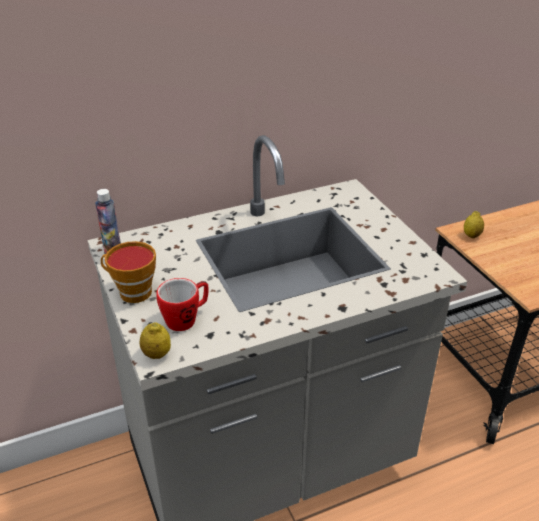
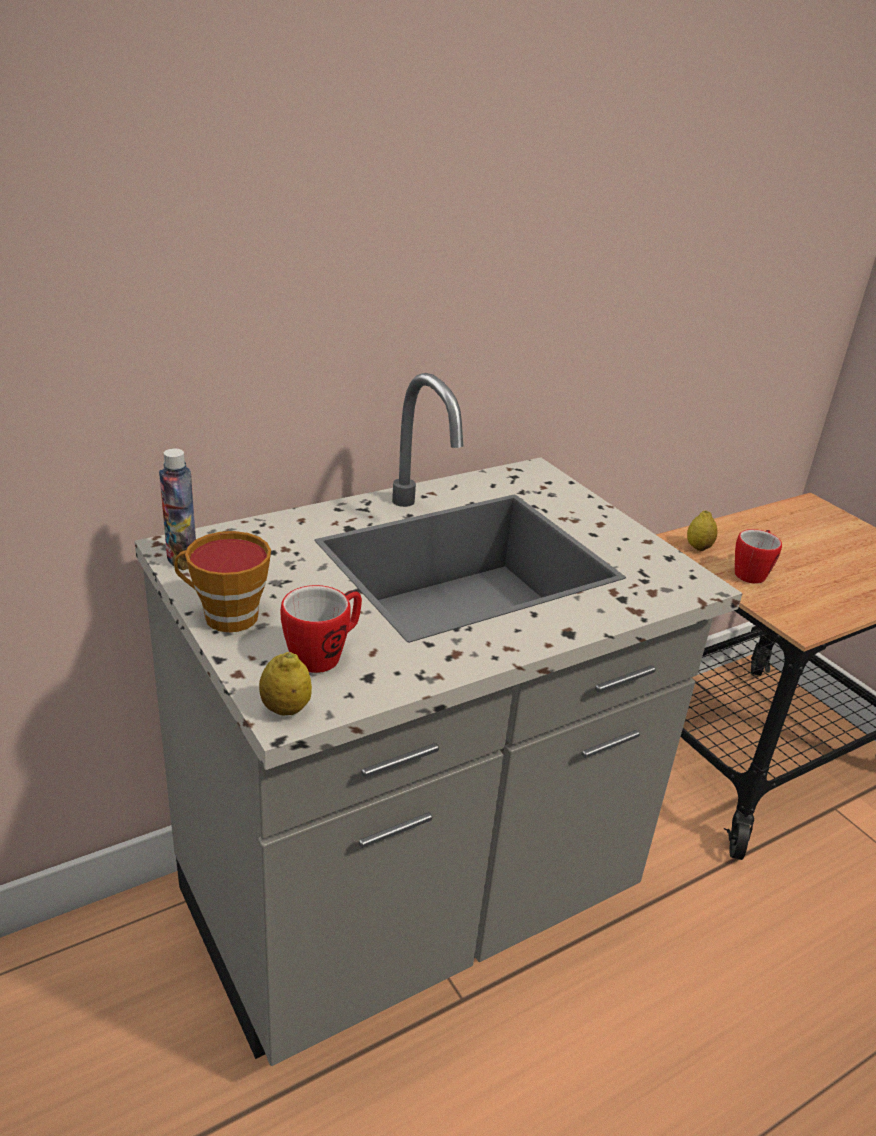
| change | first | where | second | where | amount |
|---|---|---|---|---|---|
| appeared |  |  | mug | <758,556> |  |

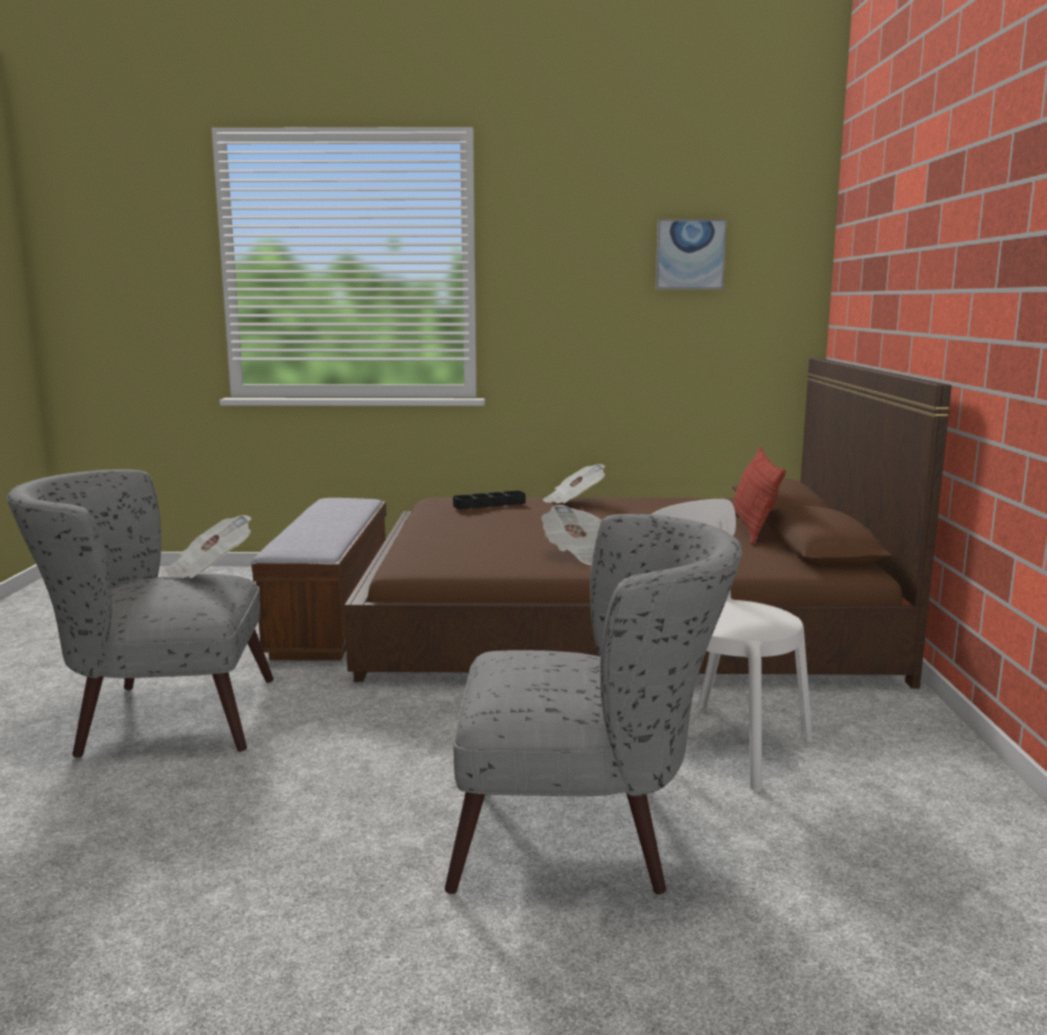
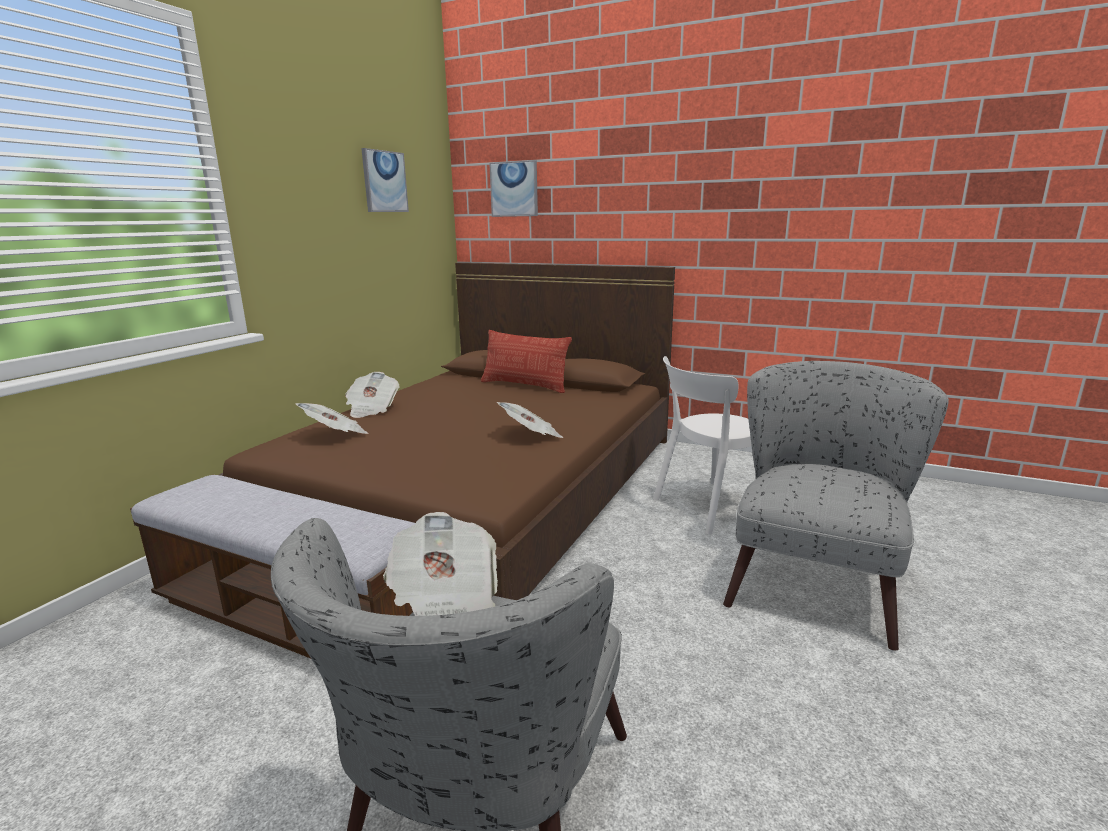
| change | first | where | second | where | amount |
|---|---|---|---|---|---|
| exchanged | tray (black) | <489,500> | newspaper | <332,418> |  |
| appeared |  |  | picture | <513,188> |  |

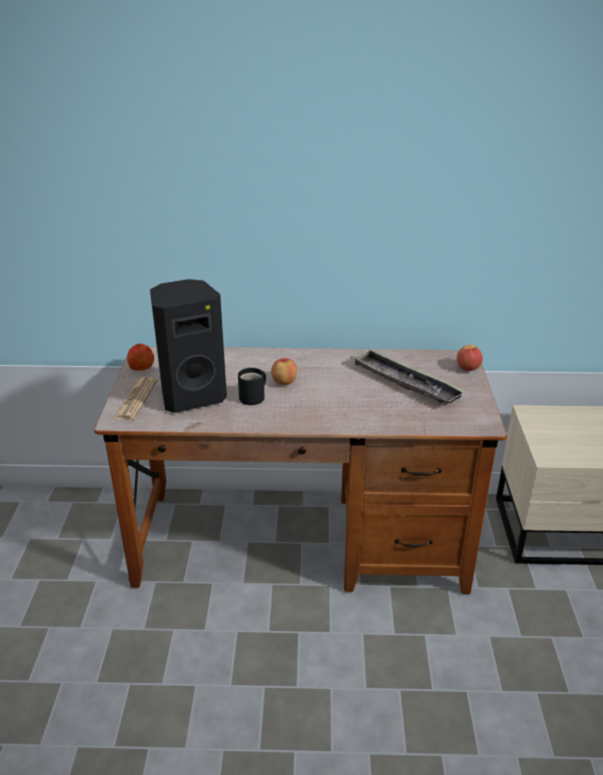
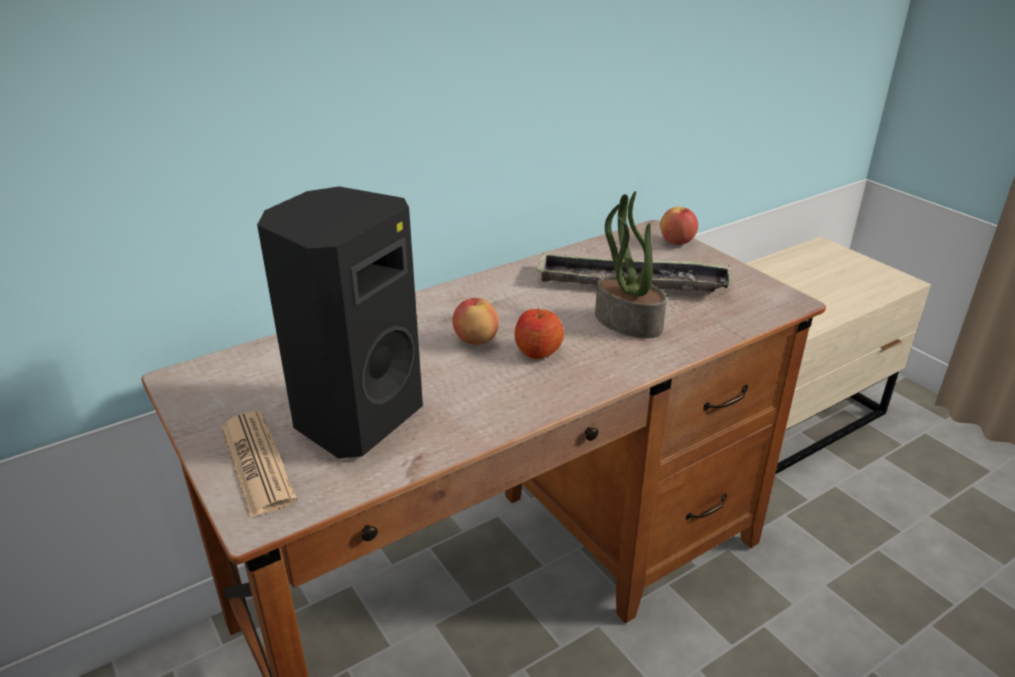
| change | first | where | second | where | amount |
|---|---|---|---|---|---|
| relocated | apple | <140,357> |  | <539,333> |  |
| missing | mug (black) | <252,386> |  |  |  |
| appeared |  |  | potted plant | <631,264> |  |

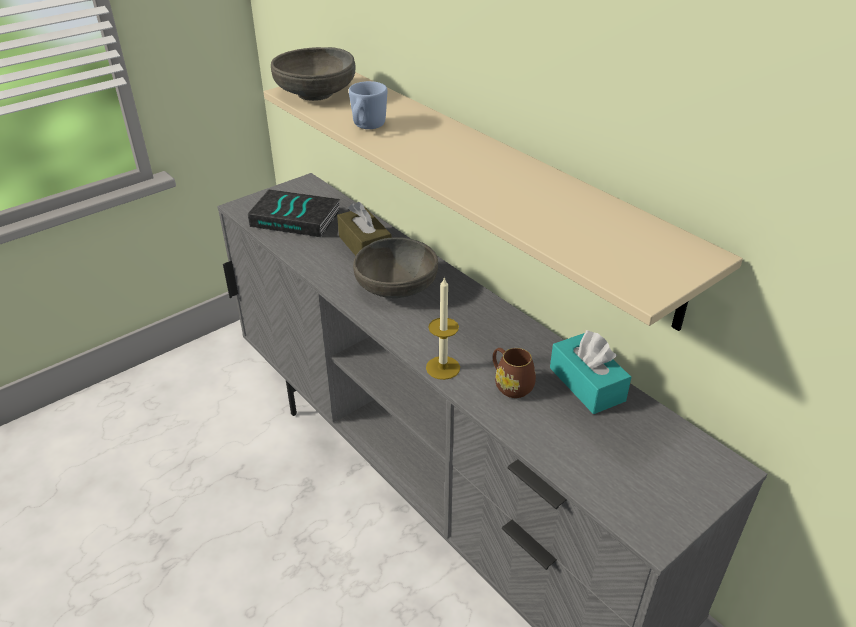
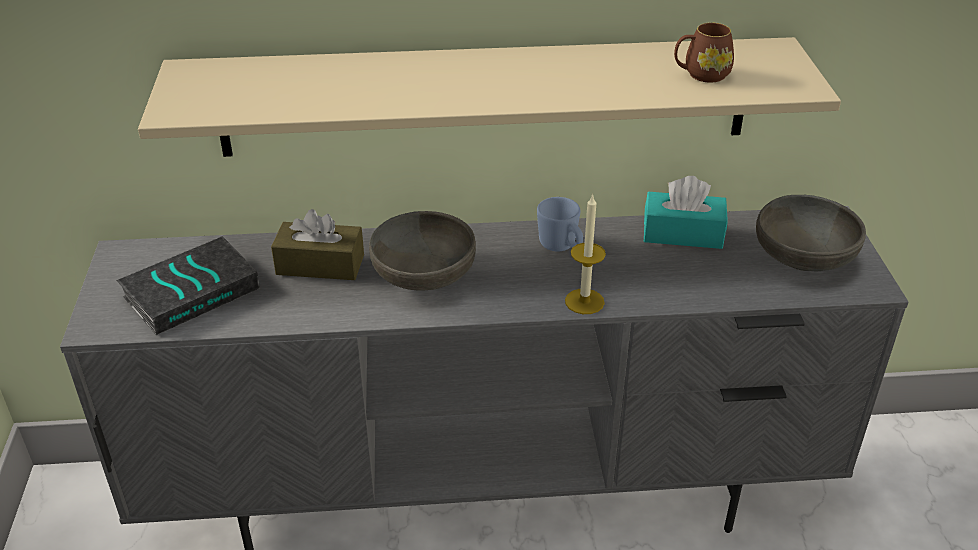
| change | first | where | second | where | amount |
|---|---|---|---|---|---|
| relocated | bowl (grey) | <313,74> |  | <811,233> |  |
| relocated | mug (blue) | <368,105> |  | <560,224> |  |
| relocated | mug (brown) | <514,373> |  | <704,52> |  |

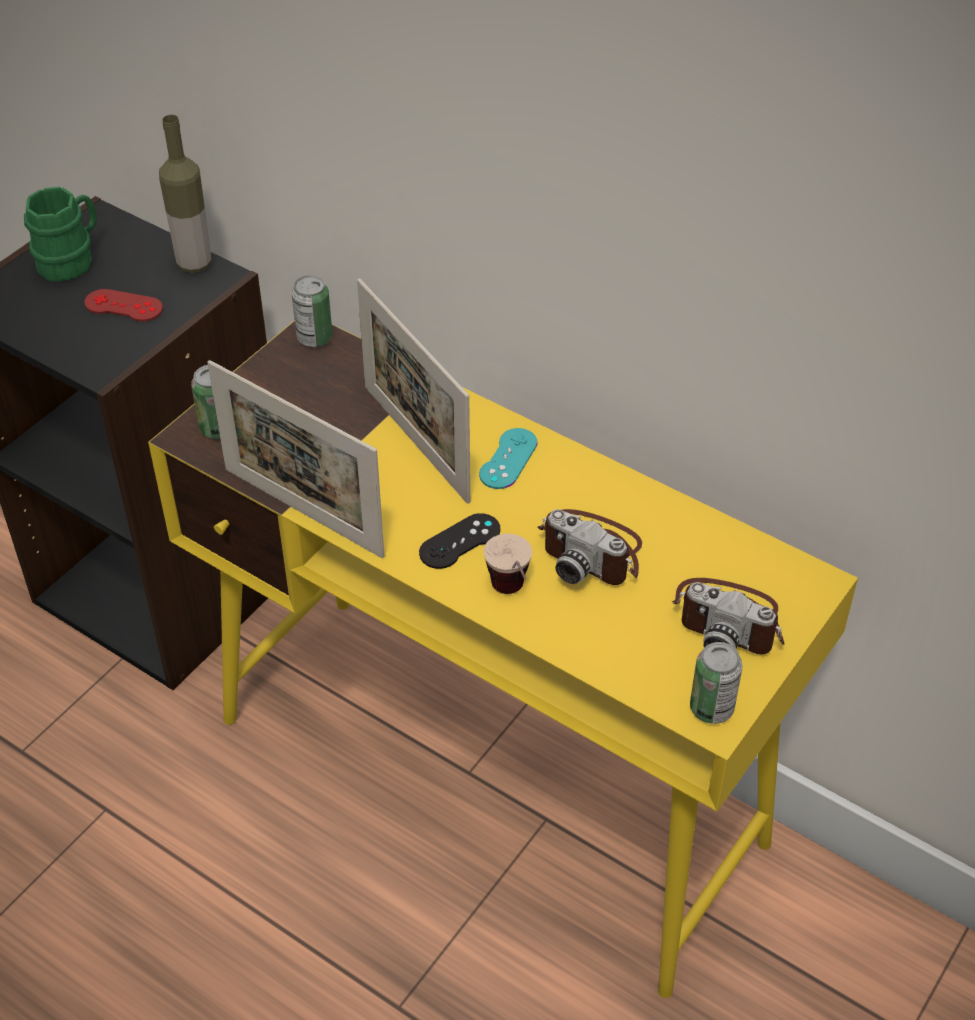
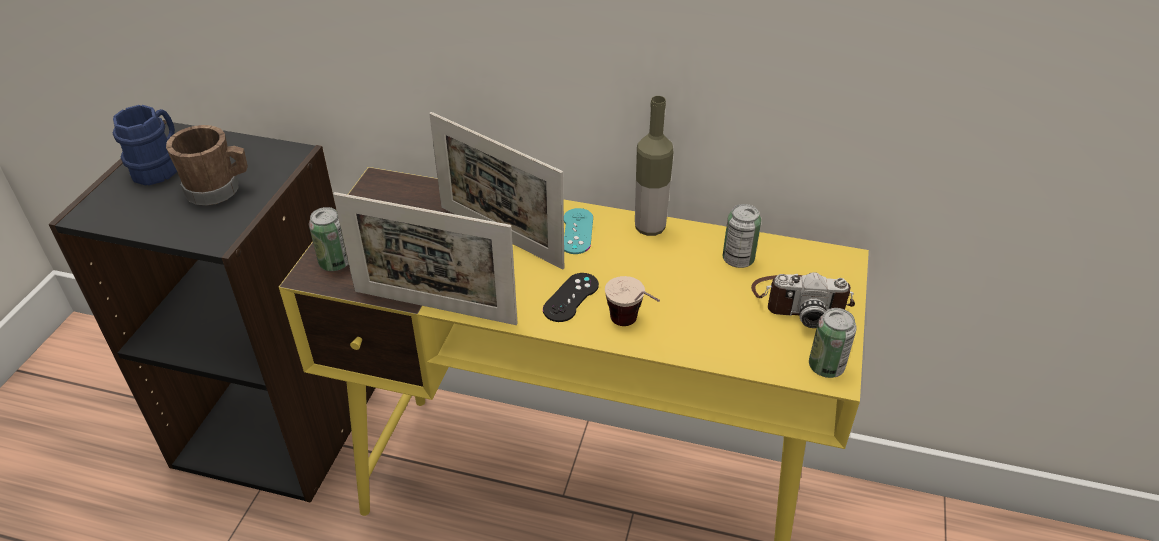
| change | first | where | second | where | amount |
|---|---|---|---|---|---|
| colour | mug (green) | <60,234> | mug (blue) | <145,145> |  |
| exchanged | game controller (red) | <123,305> | mug (brown) | <207,165> |  |
| relocated | bottle | <185,194> |  | <654,166> |  |
| relocated | can | <312,311> |  | <742,236> |  |
| missing | photo camera | <590,547> |  |  |  |

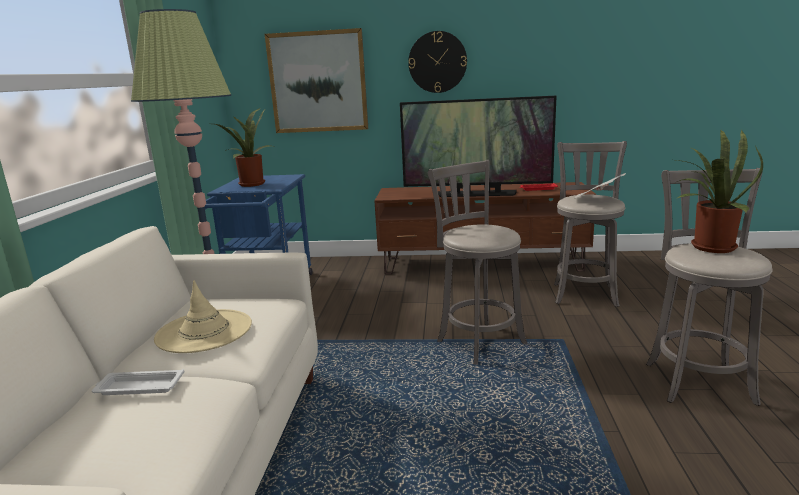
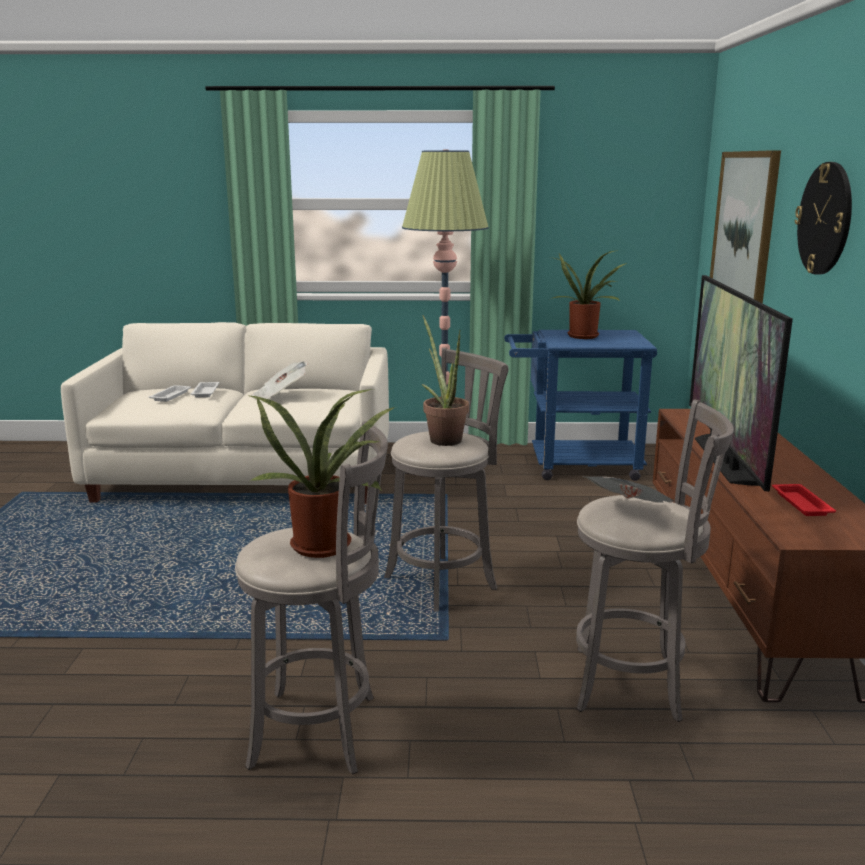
| change | first | where | second | where | amount |
|---|---|---|---|---|---|
| exchanged | hat (beige) | <203,316> | newspaper | <279,380> |  |
| appeared |  |  | tray (white) | <170,393> |  |
| appeared |  |  | potted plant | <445,380> |  |

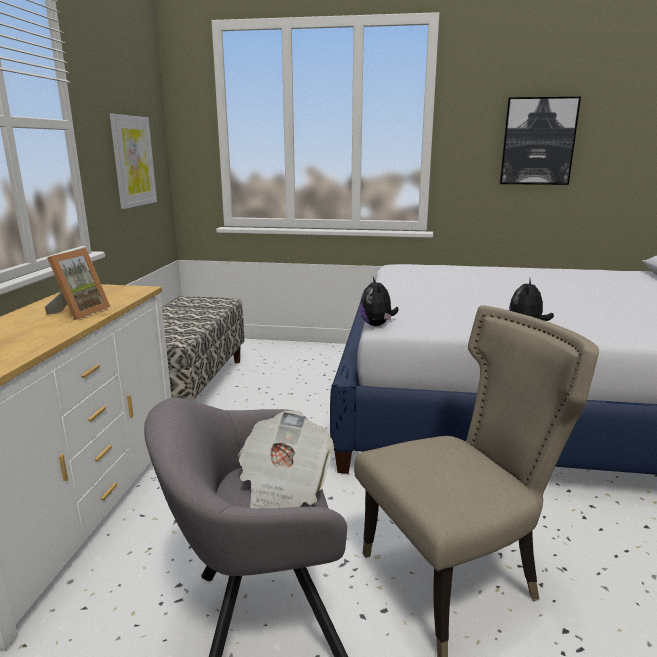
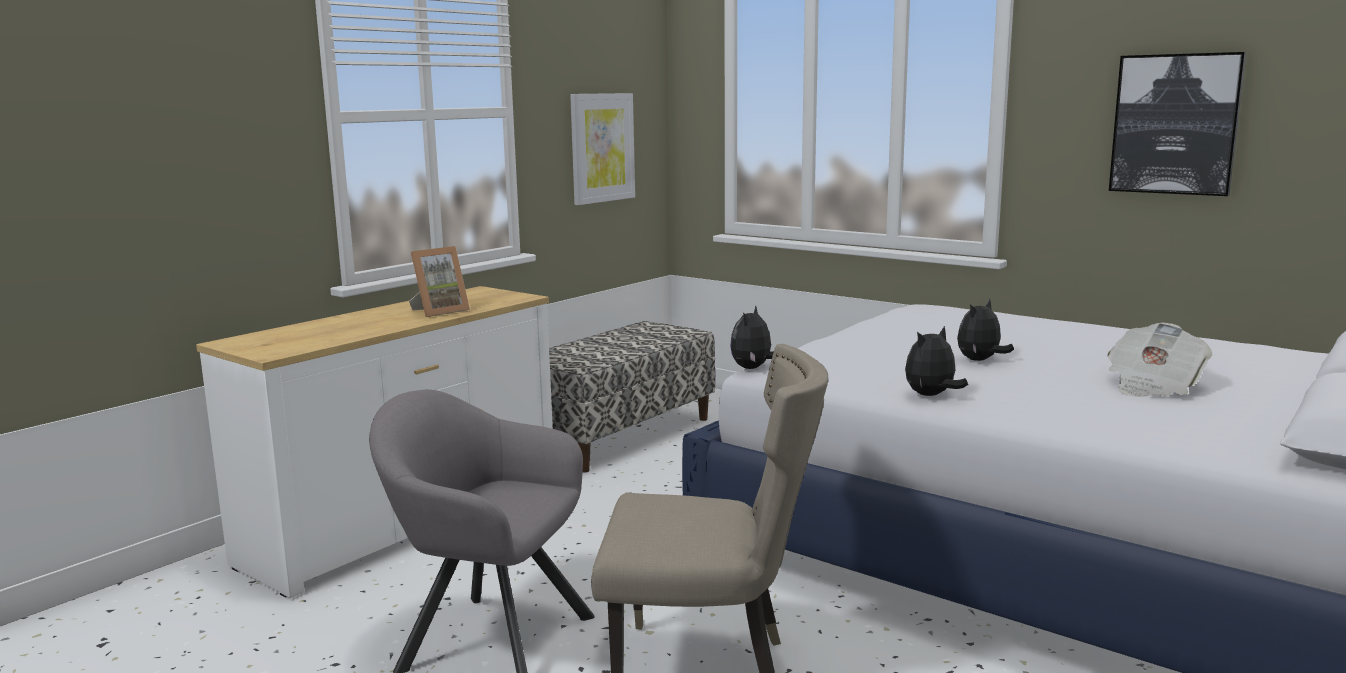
| change | first | where | second | where | amount |
|---|---|---|---|---|---|
| relocated | newspaper | <286,459> |  | <1159,360> |  |
| appeared |  |  | plush toy | <985,330> |  |

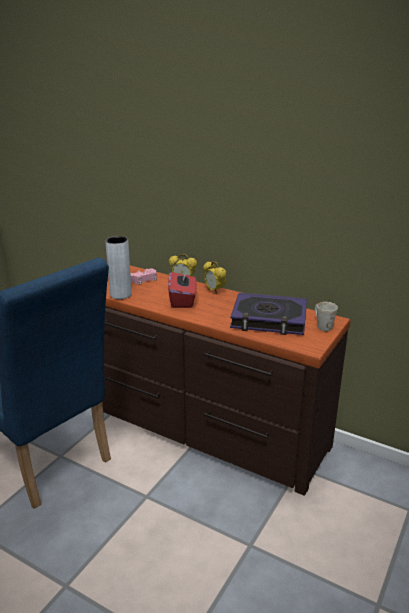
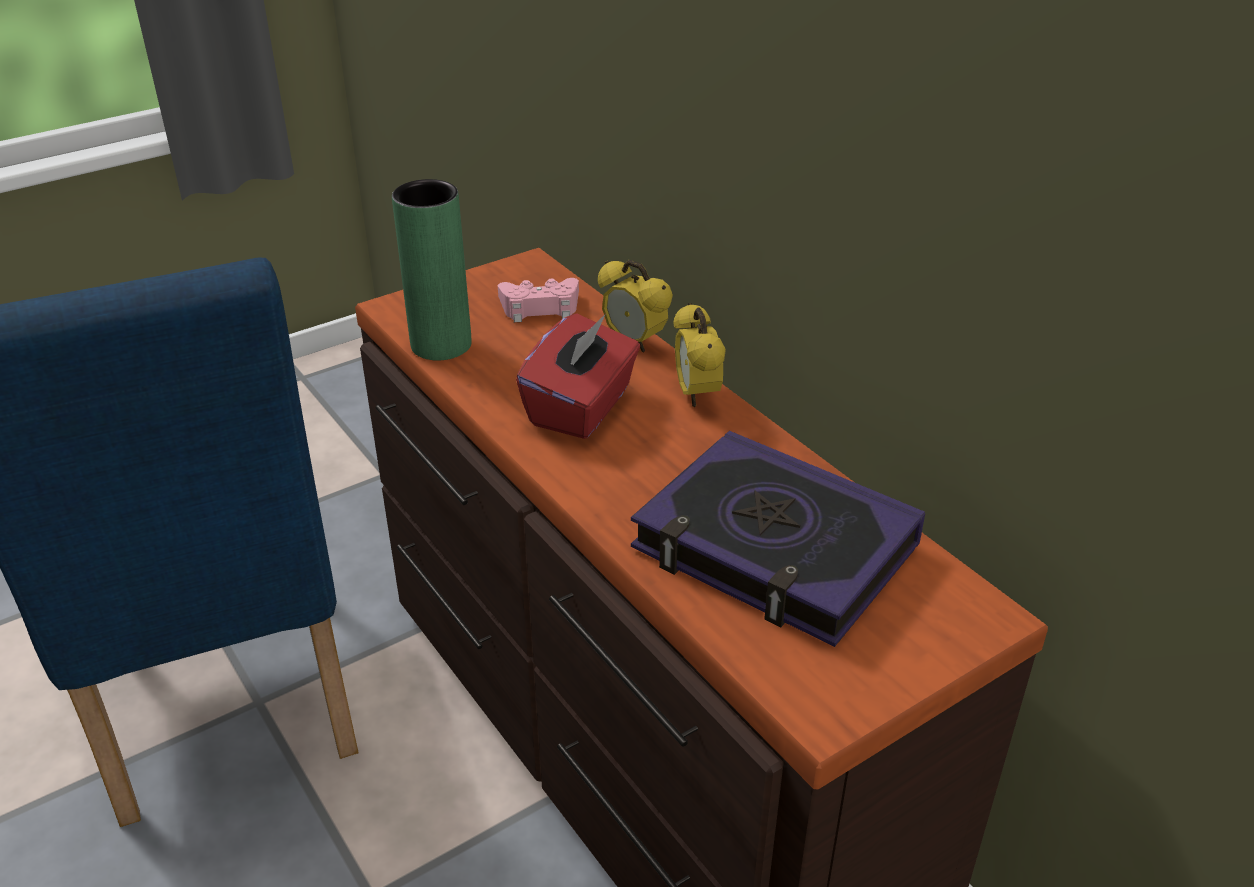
| change | first | where | second | where | amount |
|---|---|---|---|---|---|
| colour | vase (grey) | <118,267> | vase (green) | <431,269> |  |
| missing | mug (white) | <326,316> |  |  |  |

